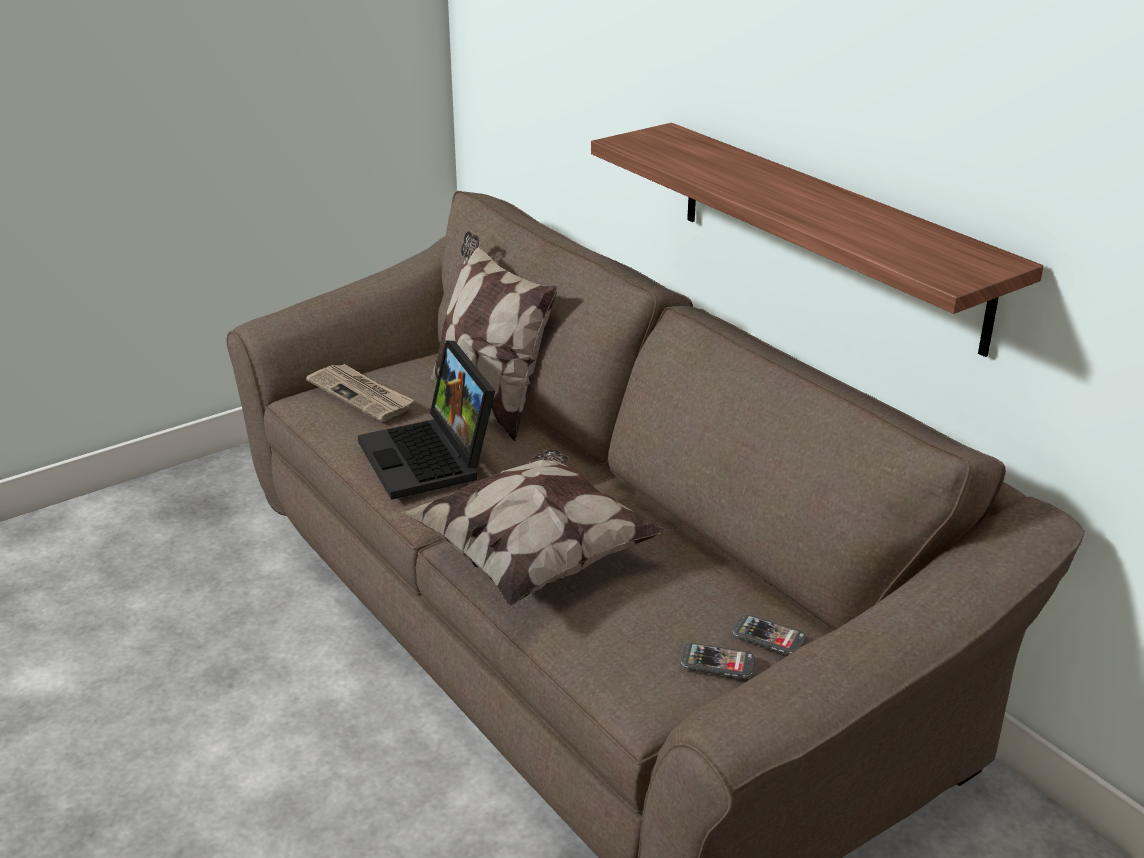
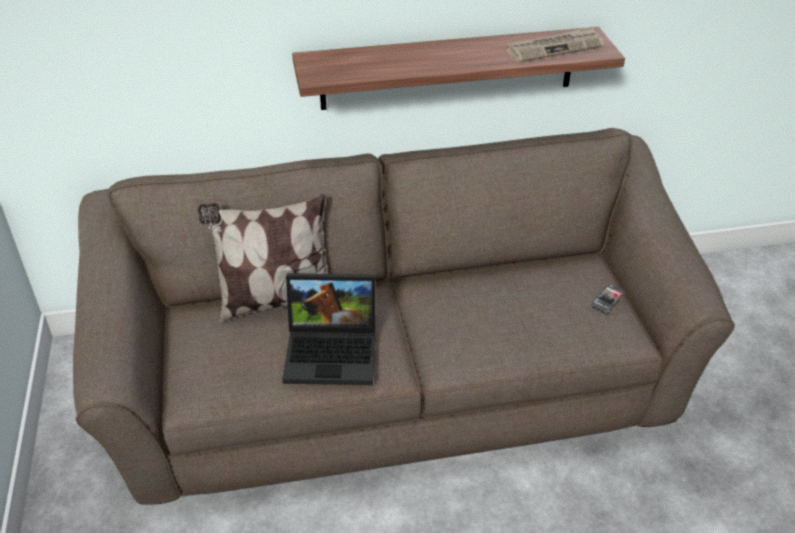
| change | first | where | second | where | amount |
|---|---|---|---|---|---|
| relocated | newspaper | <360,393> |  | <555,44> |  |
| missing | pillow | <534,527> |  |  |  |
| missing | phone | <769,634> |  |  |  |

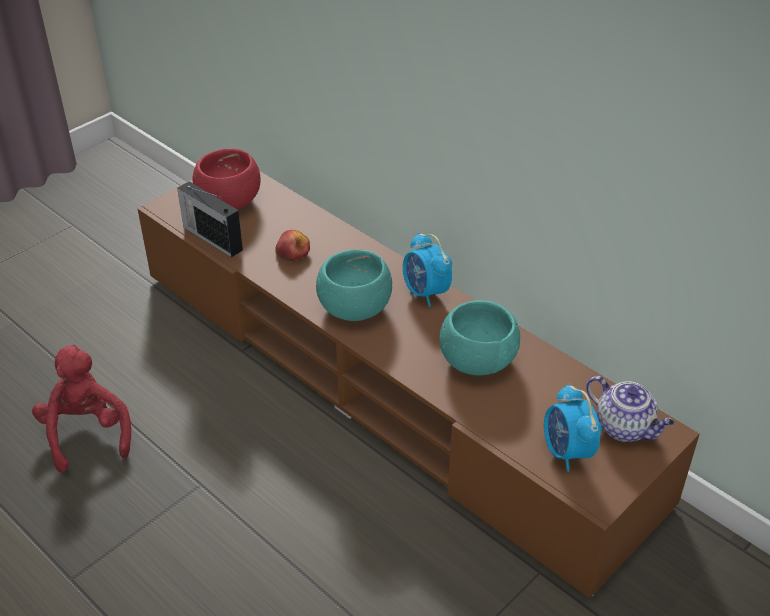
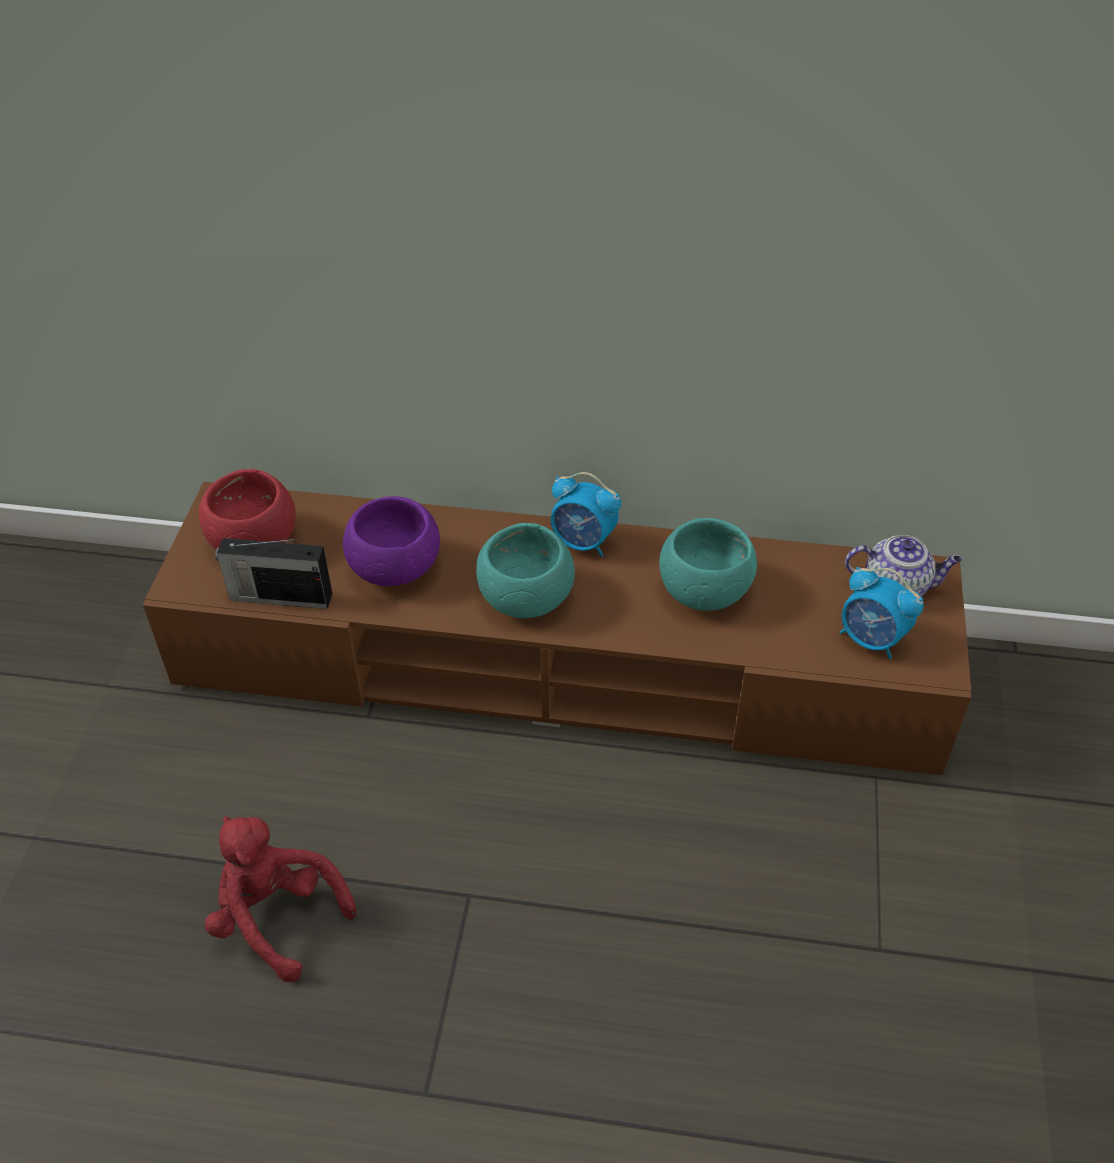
| change | first | where | second | where | amount |
|---|---|---|---|---|---|
| exchanged | apple | <292,245> | bowl (purple) | <391,541> |  |

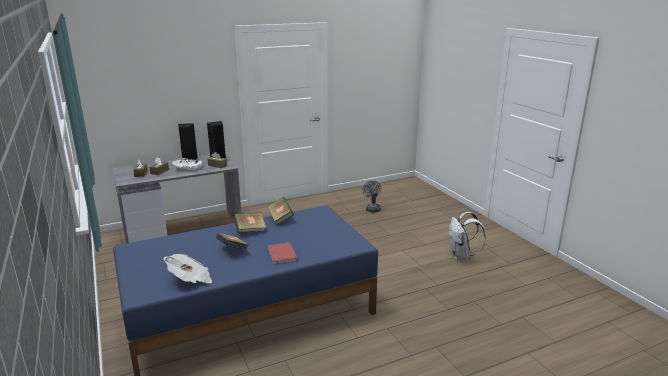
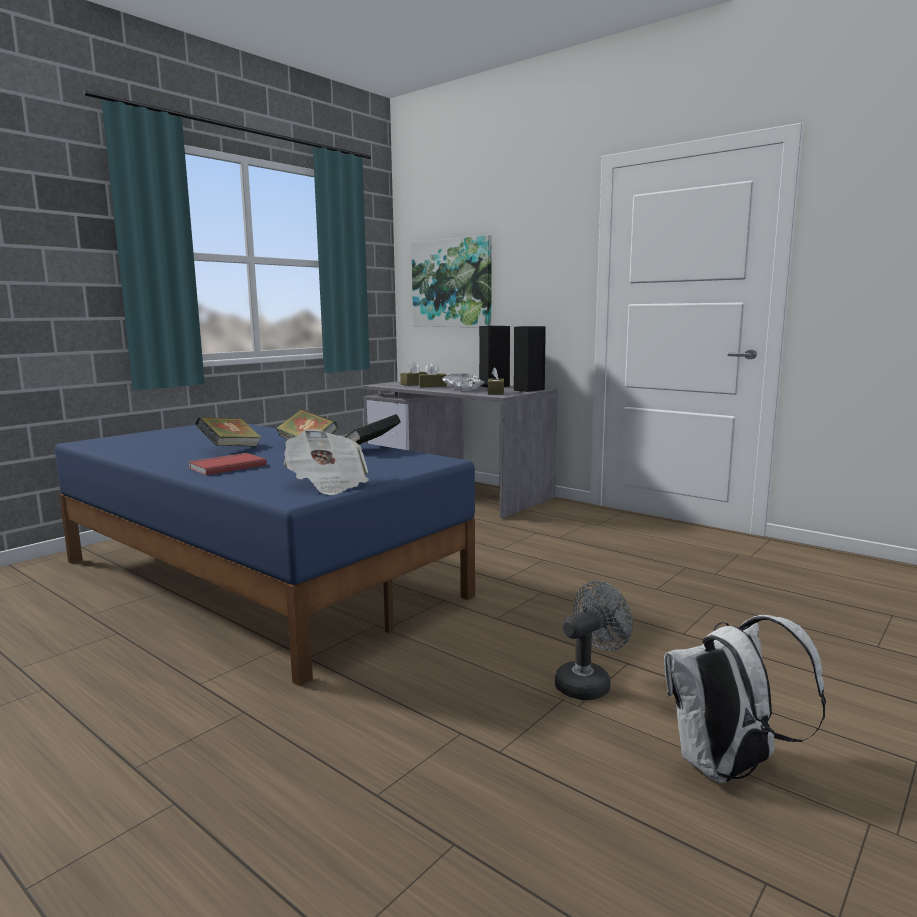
| change | first | where | second | where | amount |
|---|---|---|---|---|---|
| relocated | newspaper | <188,268> |  | <326,462> |  |
| relocated | fan (grey) | <371,196> |  | <594,640> |  |
| appeared |  |  | picture | <451,281> |  |

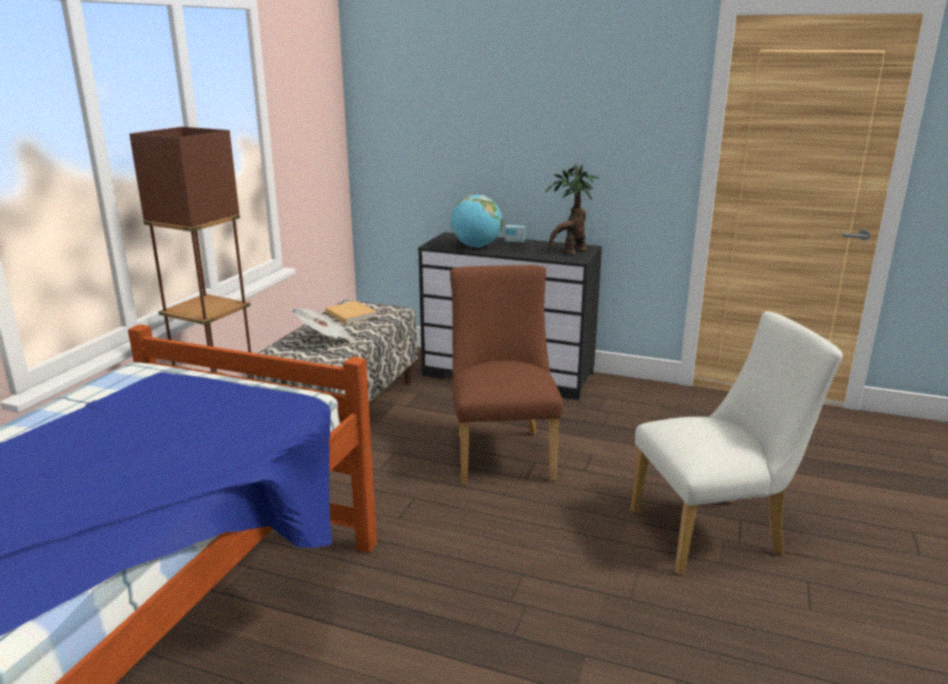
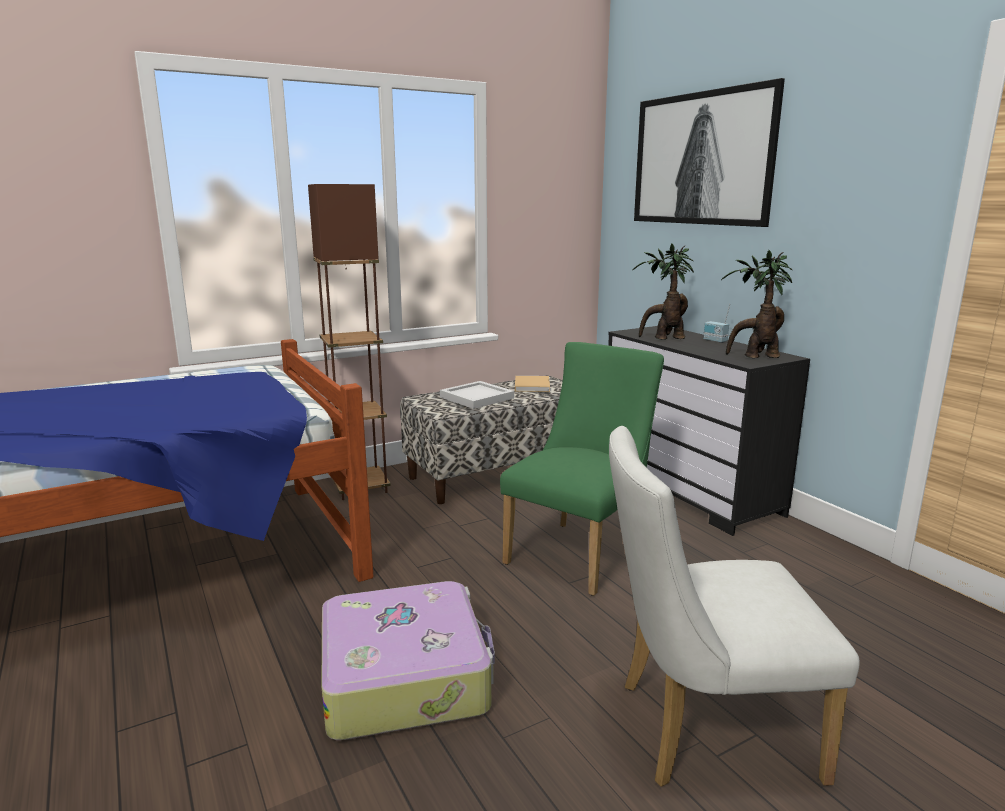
| change | first | where | second | where | amount |
|---|---|---|---|---|---|
| exchanged | newspaper | <322,324> | tray (white) | <477,395> |  |
| colour | chair (brown) | <506,375> | chair (green) | <582,469> |  |
| exchanged | globe | <477,221> | potted plant | <663,291> |  |
| spun | chair (white) | <737,443> |  | <734,606> | 150 degrees clockwise |
| appeared |  |  | suitcase | <408,660> |  |
| appeared |  |  | picture | <709,152> |  |

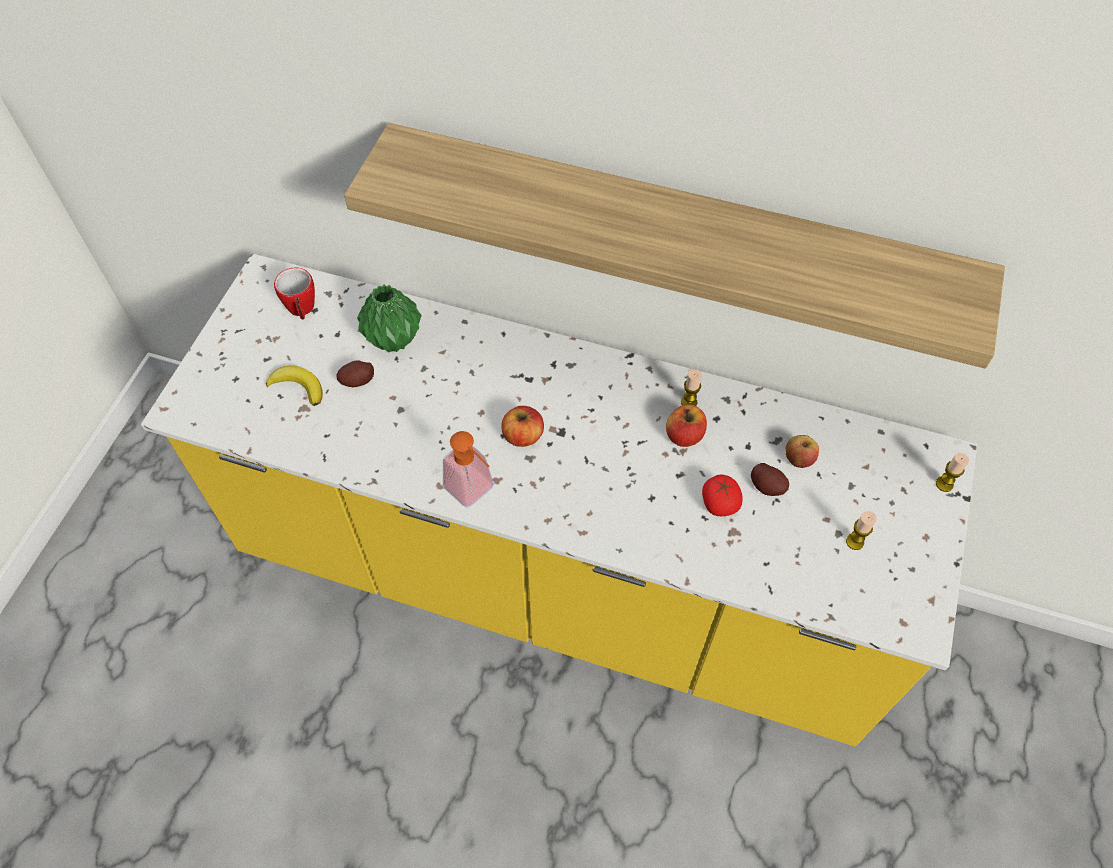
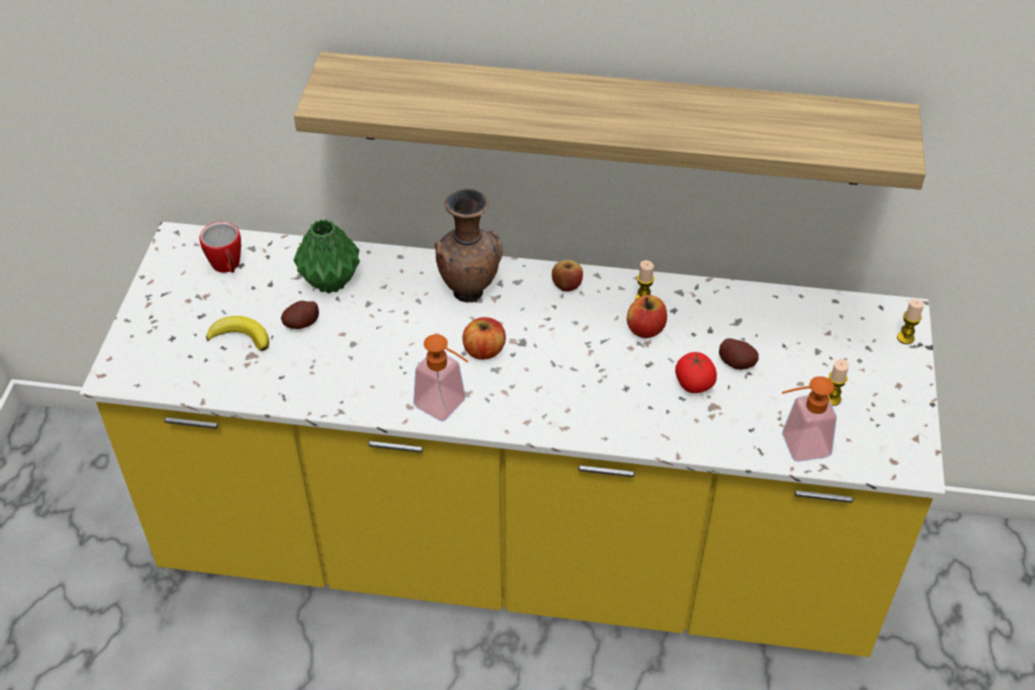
| change | first | where | second | where | amount |
|---|---|---|---|---|---|
| relocated | apple | <802,451> |  | <567,276> |  |
| appeared |  |  | vase (brown) | <469,246> |  |
| appeared |  |  | soap dispenser | <809,419> |  |

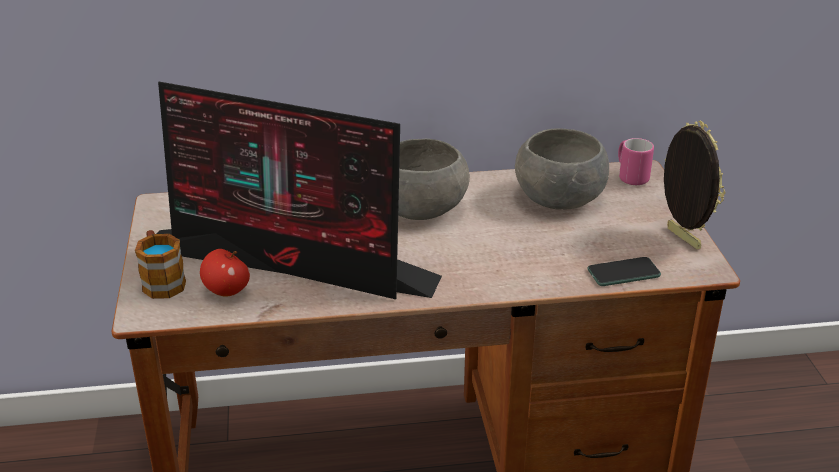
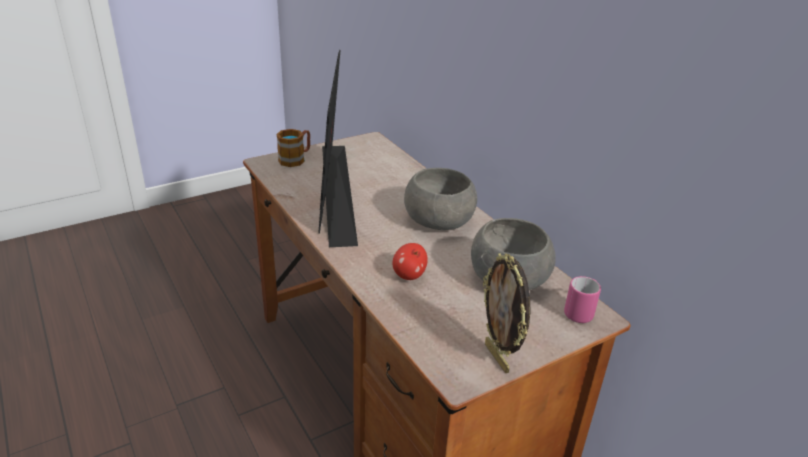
| change | first | where | second | where | amount |
|---|---|---|---|---|---|
| relocated | apple | <225,272> |  | <410,261> |  |
| missing | phone | <624,271> |  |  |  |
| spun | picture frame | <694,185> |  | <507,313> | 120 degrees clockwise |

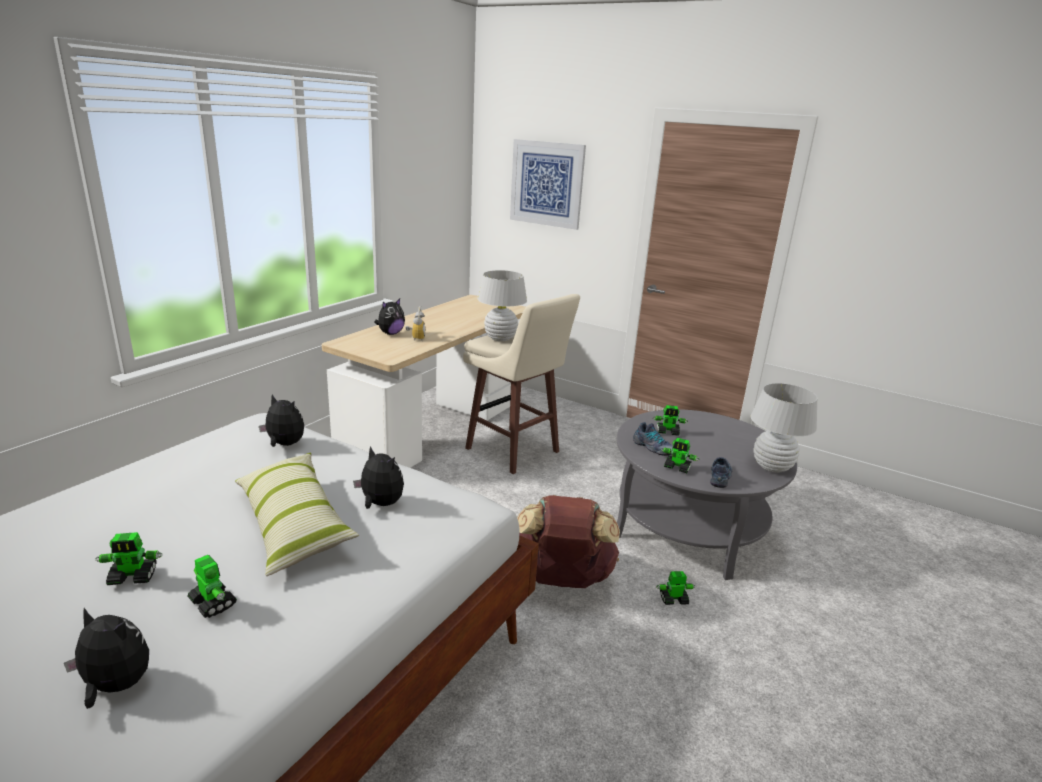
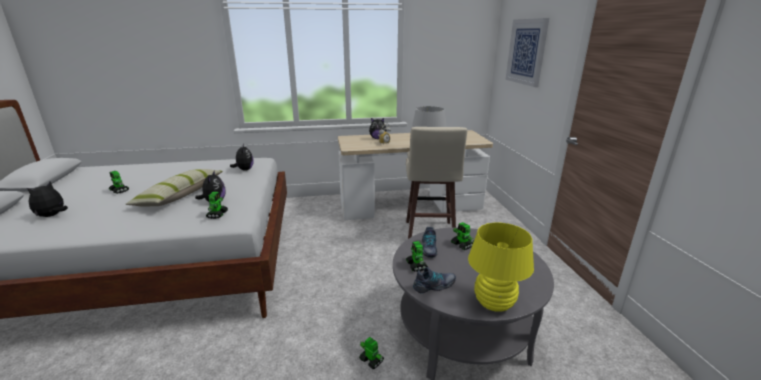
| change | first | where | second | where | amount |
|---|---|---|---|---|---|
| spun | plush toy | <106,658> |  | <47,199> | 135 degrees counterclockwise |
| relocated | toy robot | <212,586> |  | <217,205> |  |
| missing | backpack (brown) | <568,541> |  |  |  |
| colour | table lamp (white) | <783,428> | table lamp (yellow) | <501,267> |  |

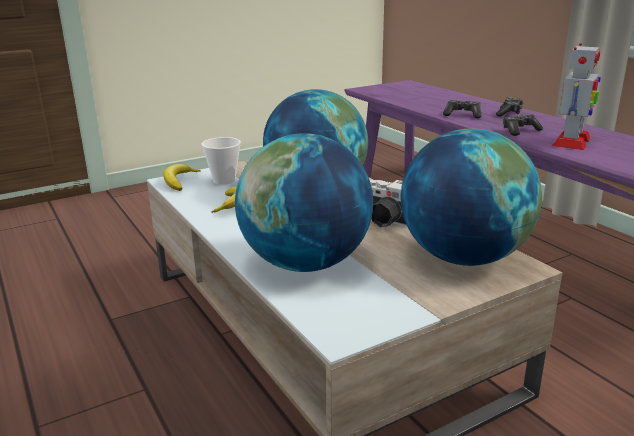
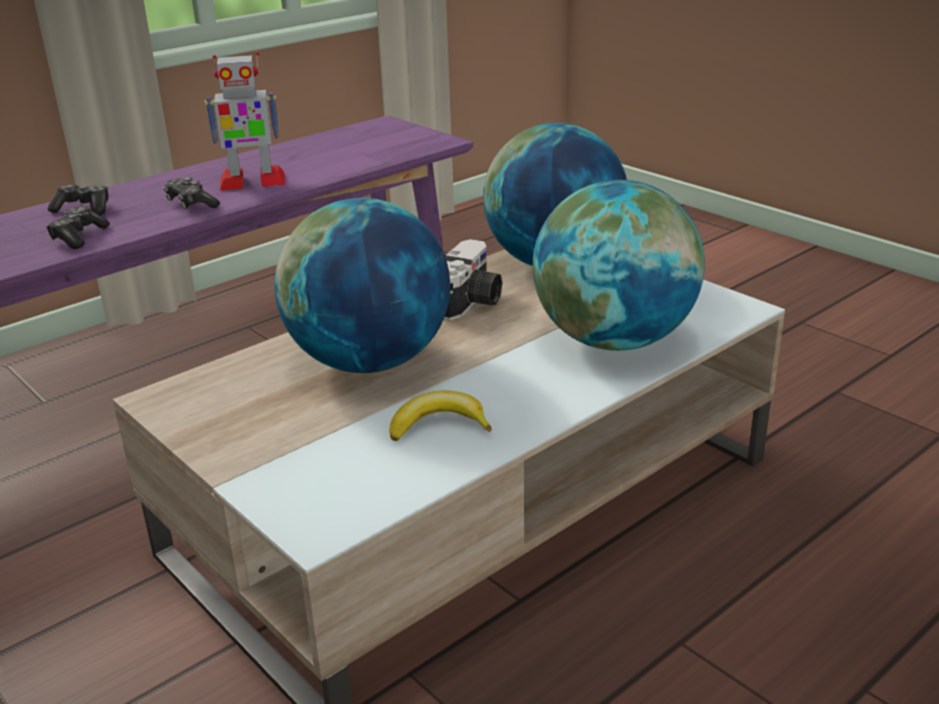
| change | first | where | second | where | amount |
|---|---|---|---|---|---|
| missing | banana | <182,177> |  |  |  |
| missing | cup | <221,161> |  |  |  |
| spun | toy robot | <576,96> |  | <245,121> | 150 degrees clockwise |

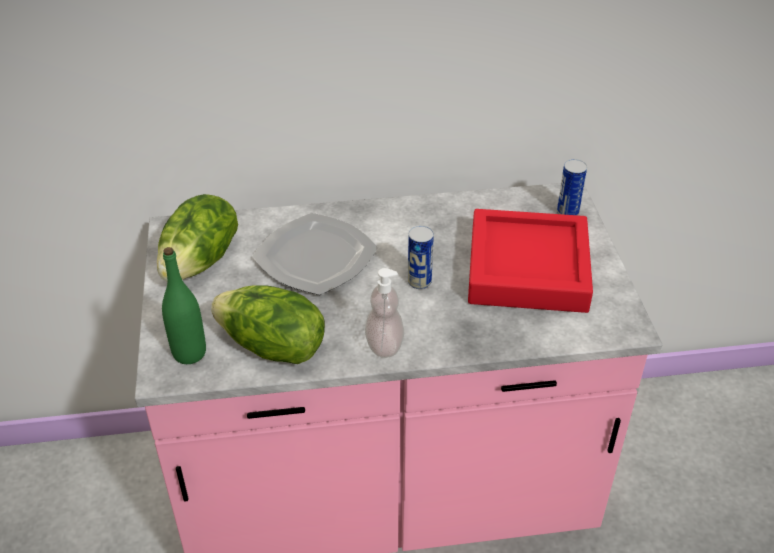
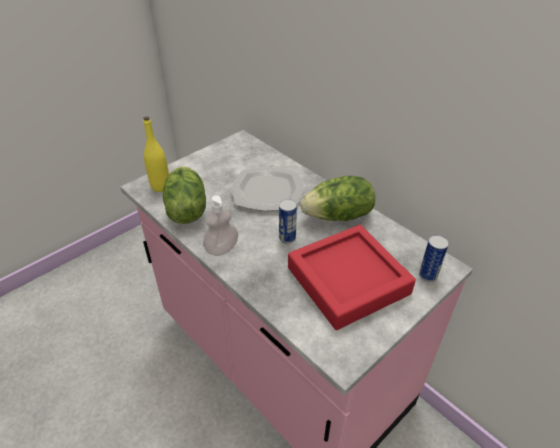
| change | first | where | second | where | amount |
|---|---|---|---|---|---|
| relocated | lettuce | <197,238> |  | <337,198> |  |
| colour | bottle (green) | <184,305> | bottle (yellow) | <156,154> |  |

